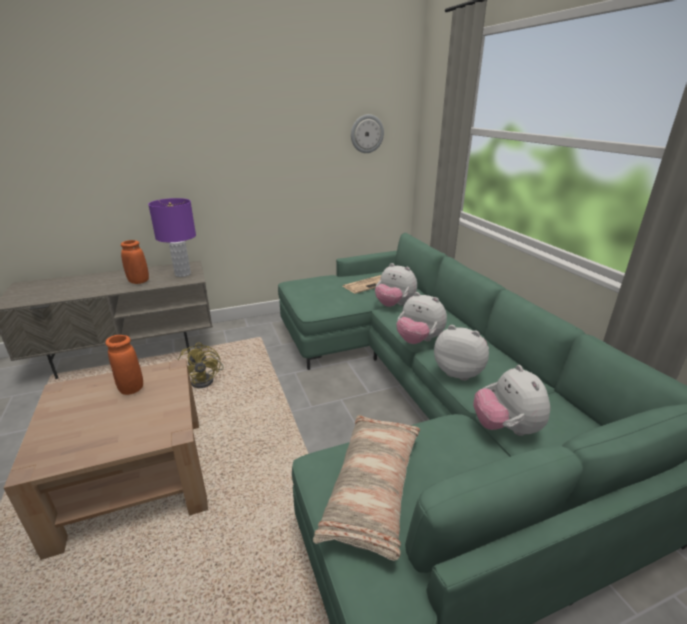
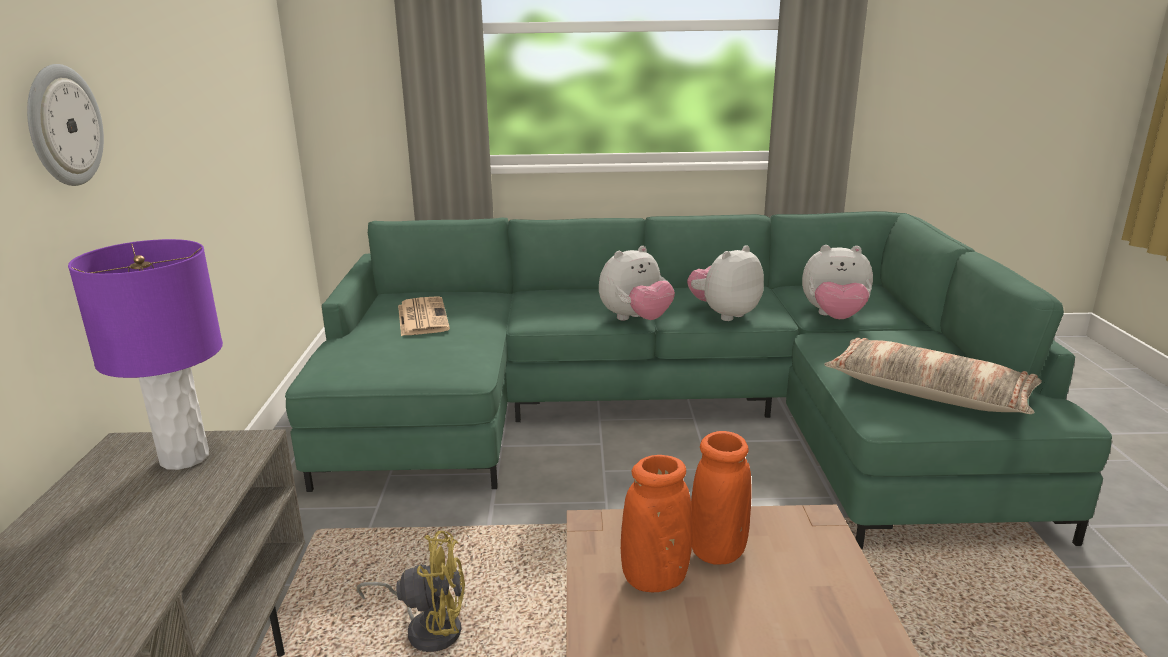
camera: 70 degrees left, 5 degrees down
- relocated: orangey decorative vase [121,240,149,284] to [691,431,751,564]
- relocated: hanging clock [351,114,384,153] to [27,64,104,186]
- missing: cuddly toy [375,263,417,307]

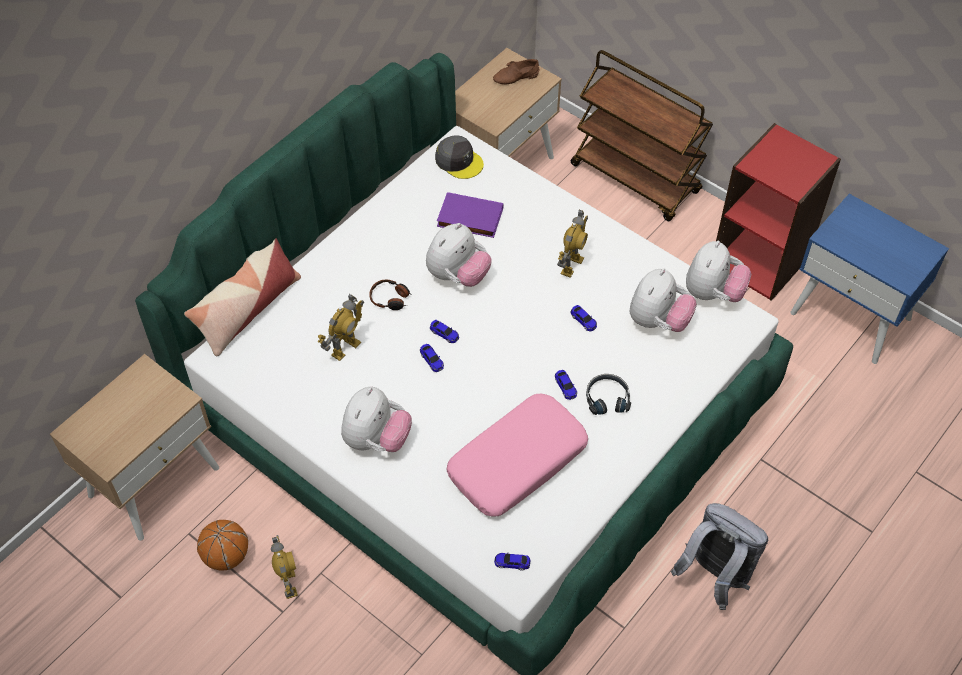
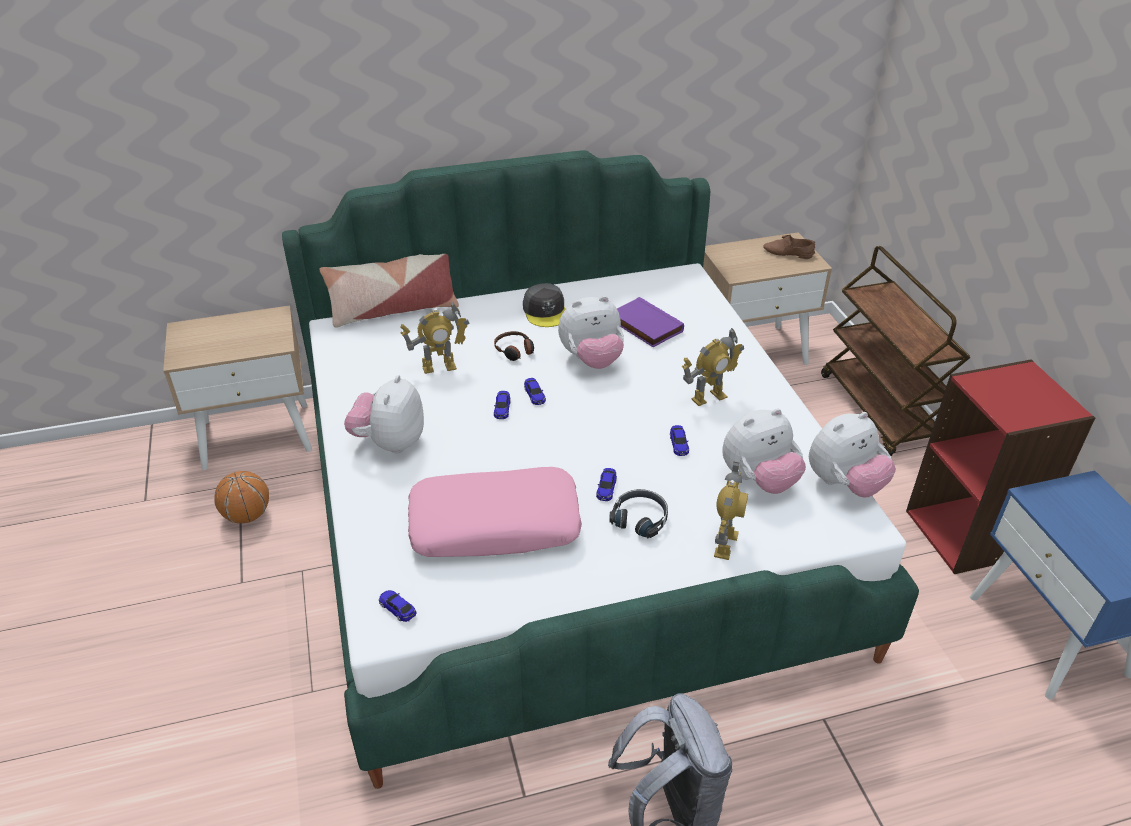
camera: 35 degrees right, 15 degrees down
- relocated: model robot [271,535,298,599] to [714,462,748,560]
- spun: cuddly toy [341,387,412,452] = [344,375,424,453] 135 degrees clockwise
- relocated: grey cap [435,135,484,179] to [523,283,566,327]

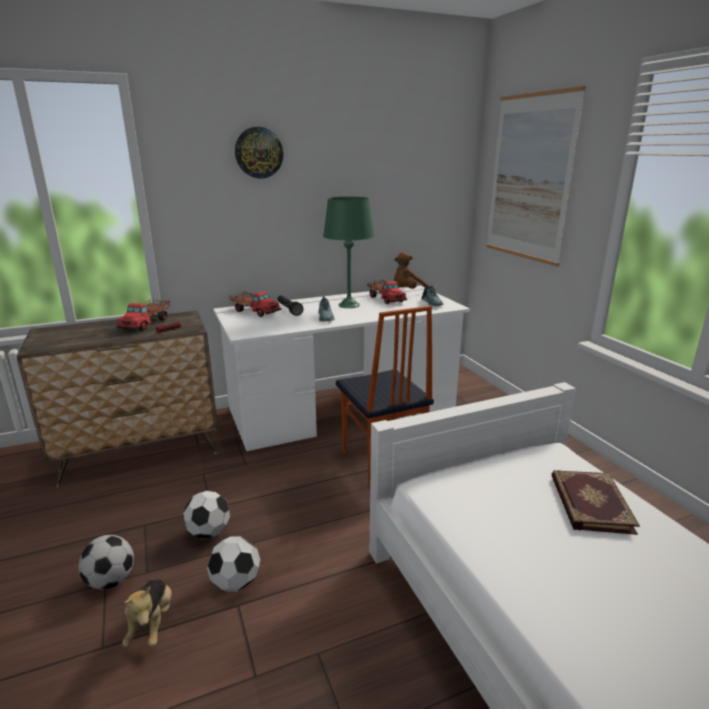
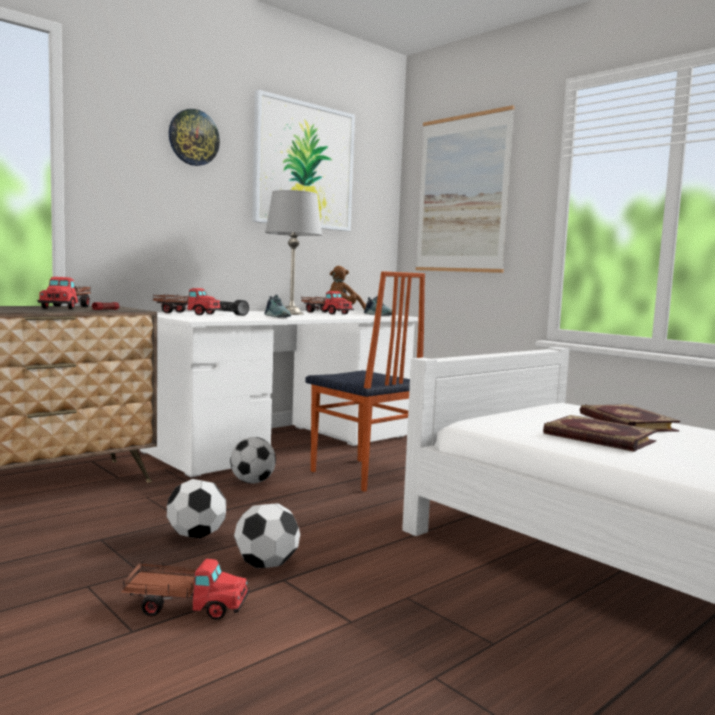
camera: 20 degrees left, 15 degrees down
- relocated: ball for football [79,535,134,589] to [230,437,276,484]
- exchanged: cuddly toy [122,579,172,647] to model truck [122,559,250,620]
- colour: green-coloured lamp for a table [323,197,374,308] to grey lamp for a table [265,190,322,315]
- appeared: picture [252,90,355,231]
- appeared: book [543,415,657,452]

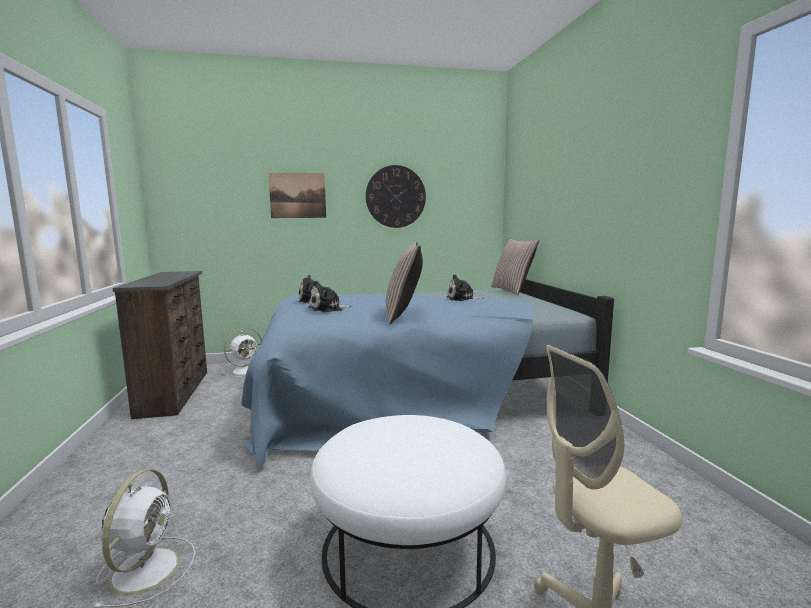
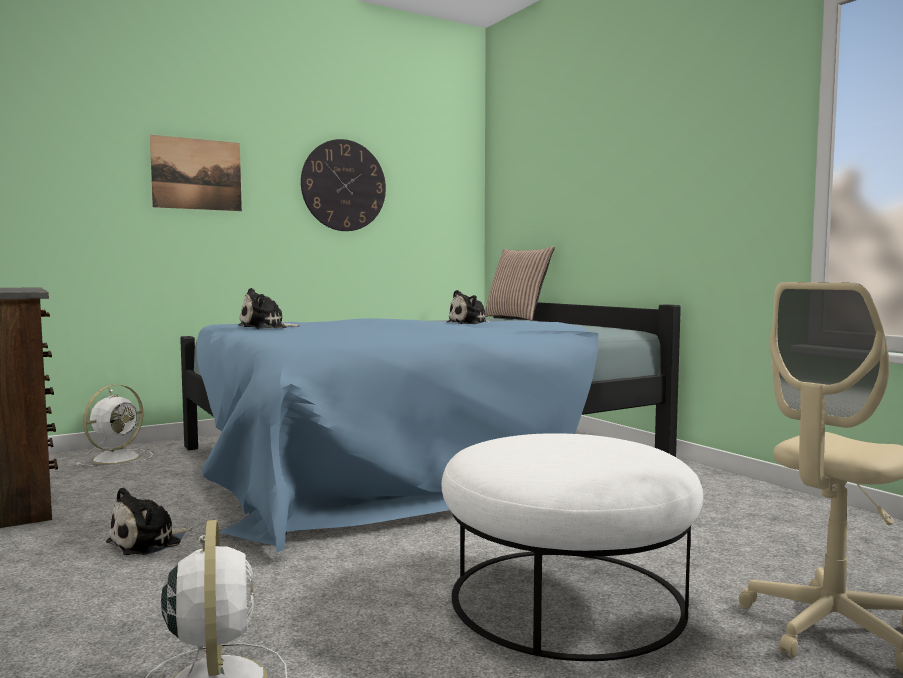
camera: 20 degrees left, 5 degrees down
- relocated: cuddly toy [308,281,351,312] to [106,487,193,555]
- missing: cushion [386,242,423,324]

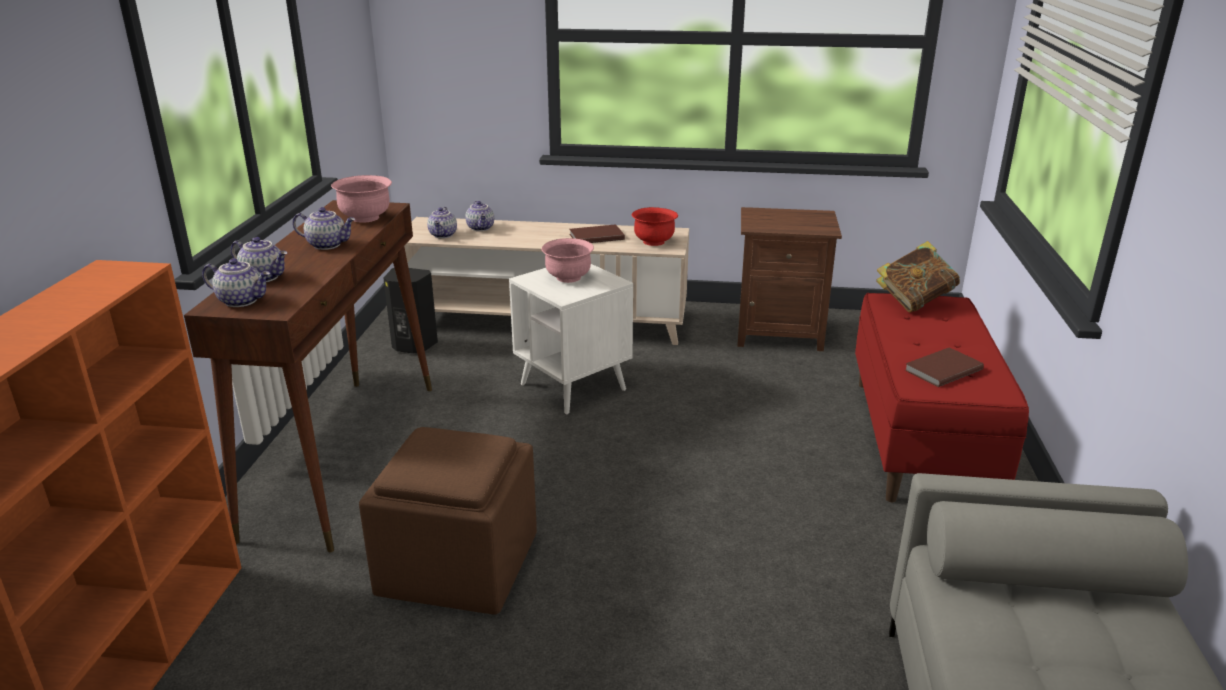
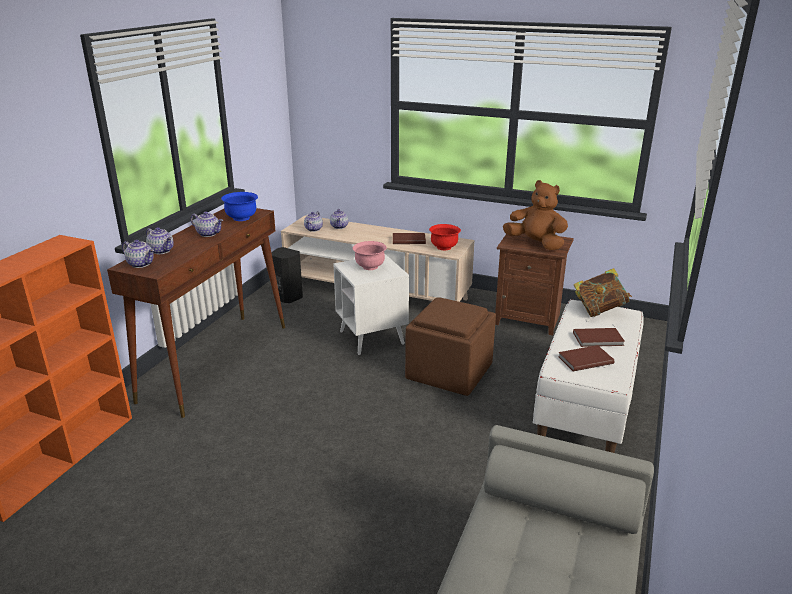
camera: 15 degrees right, 0 degrees up
- colour: pink bowl [331,175,392,223] to blue bowl [221,192,258,221]
- relocated: brownish footrest [359,427,537,615] to [405,297,496,396]
- colour: red-coloured indoor bench [855,293,1029,502] to white indoor bench [533,299,644,453]
- appeared: brownish cuddly toy [503,180,568,250]
- appeared: brownish book [573,328,625,347]

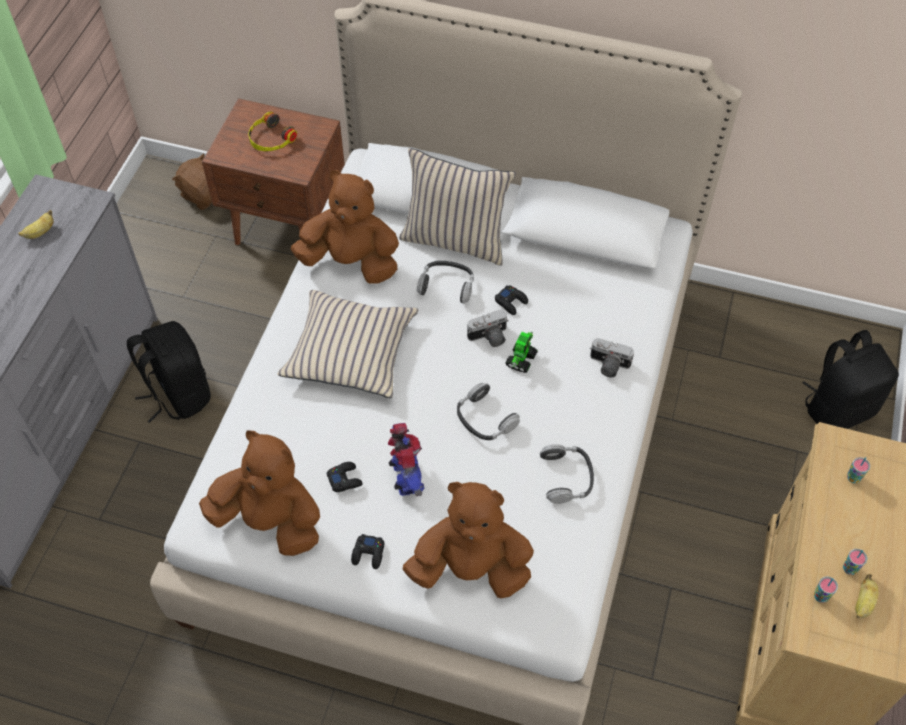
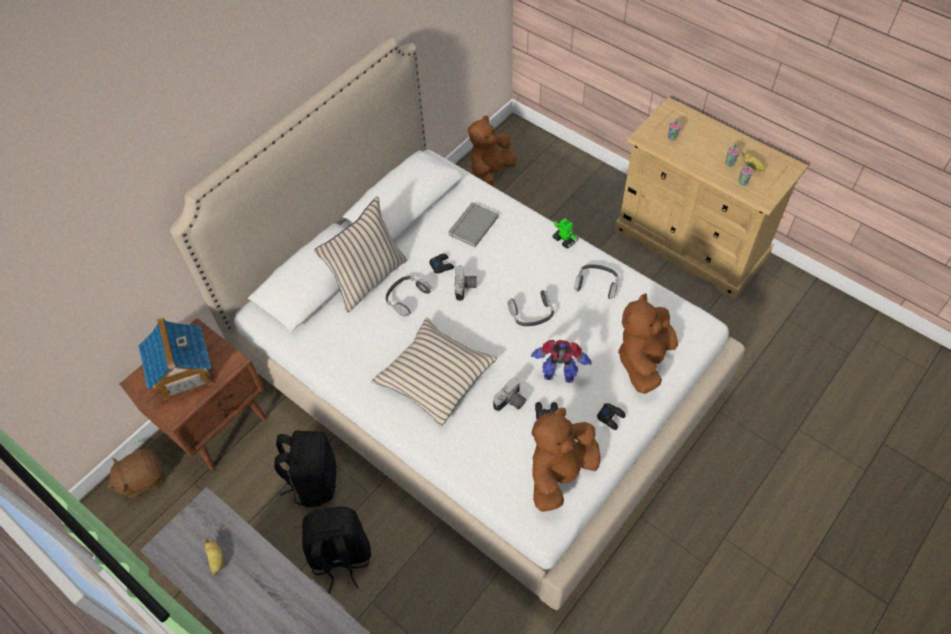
camera: 65 degrees left, 0 degrees up
- exchanged: pair of headphones [248,112,297,151] to model house [138,317,214,400]
- relocated: brownish cuddly toy [291,170,399,284] to [468,115,516,186]
- relocated: model robot [505,332,538,373] to [552,218,579,249]
- relocated: photo camera [590,338,634,377] to [493,377,526,411]
- relocated: blackish backpack [803,330,899,429] to [274,431,337,507]
- appeared: grey book [448,203,499,247]

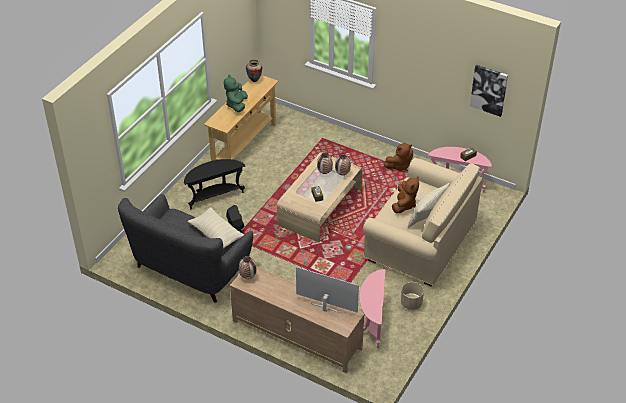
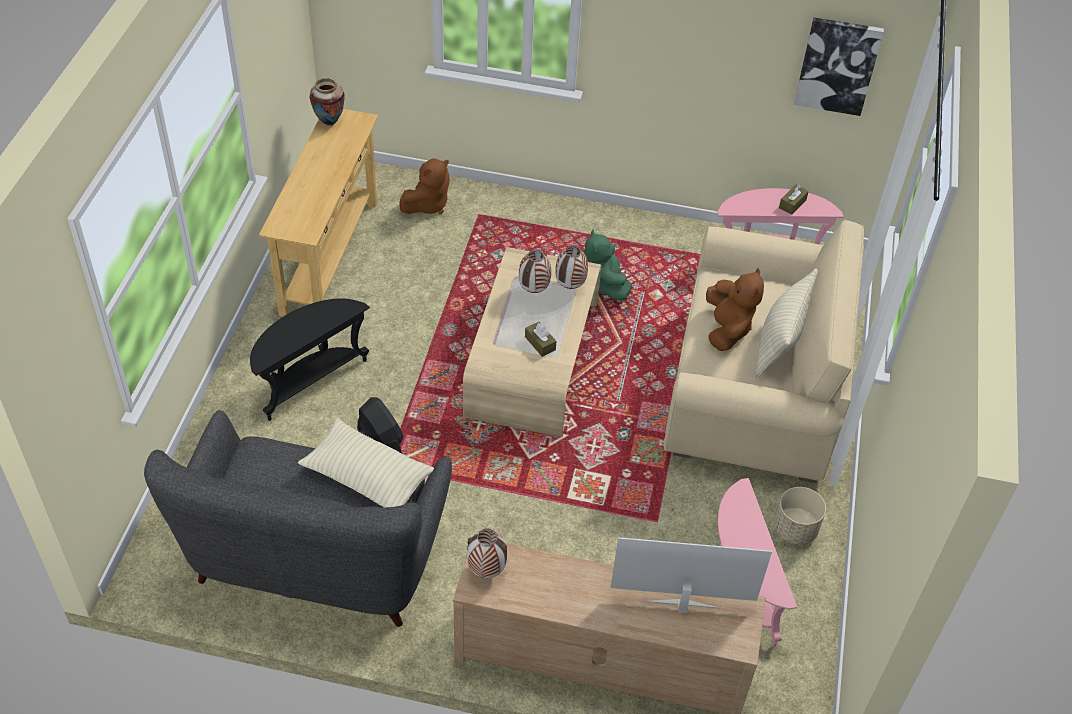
camera: 20 degrees left, 5 degrees up
- relocated: green-coloured cuddly toy [224,74,248,112] to [584,230,632,301]
- relocated: brownish cuddly toy [384,143,413,172] to [399,158,450,214]

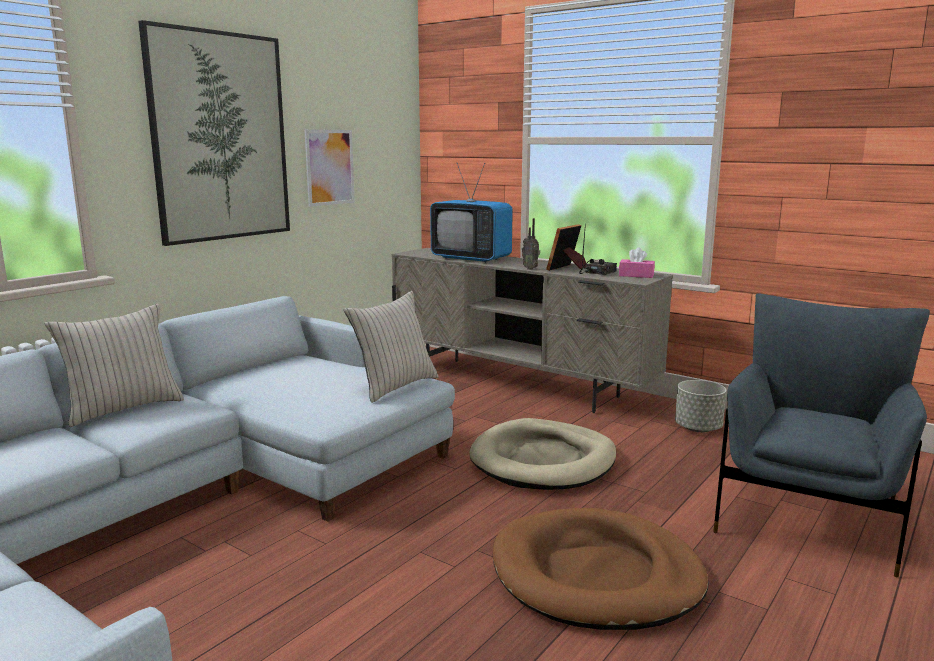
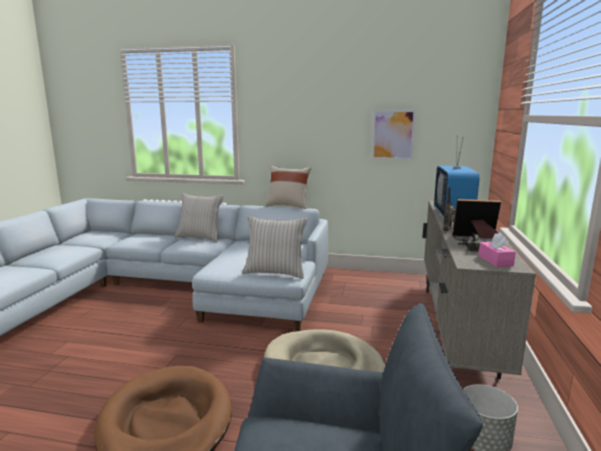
camera: 65 degrees right, 0 degrees up
- missing: picture [138,20,290,246]
- appeared: beige cushion [266,166,311,209]

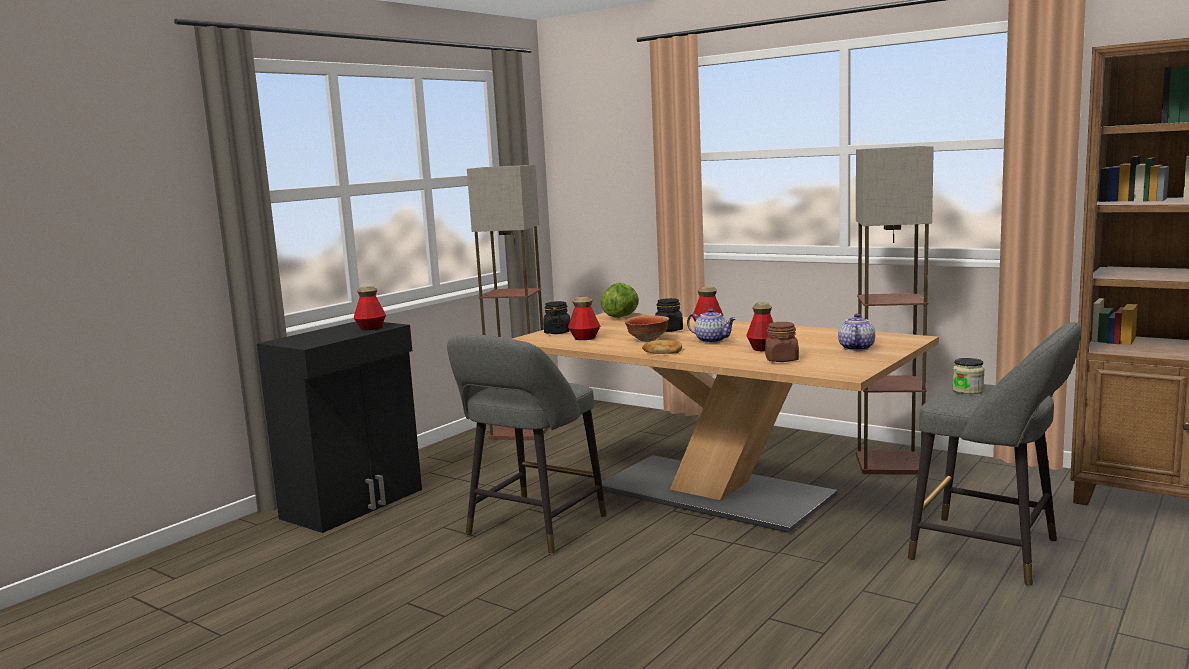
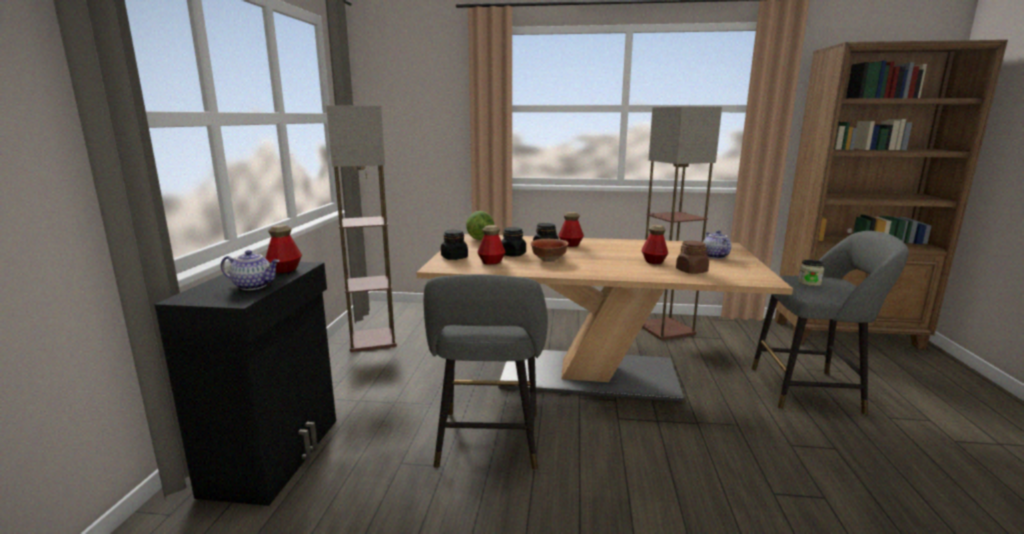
camera: 30 degrees left, 5 degrees up
- missing: bakery bread [642,340,682,354]
- relocated: tea pot [687,309,736,343] to [221,250,280,290]
- appeared: blackish preserve jar [501,227,526,256]

